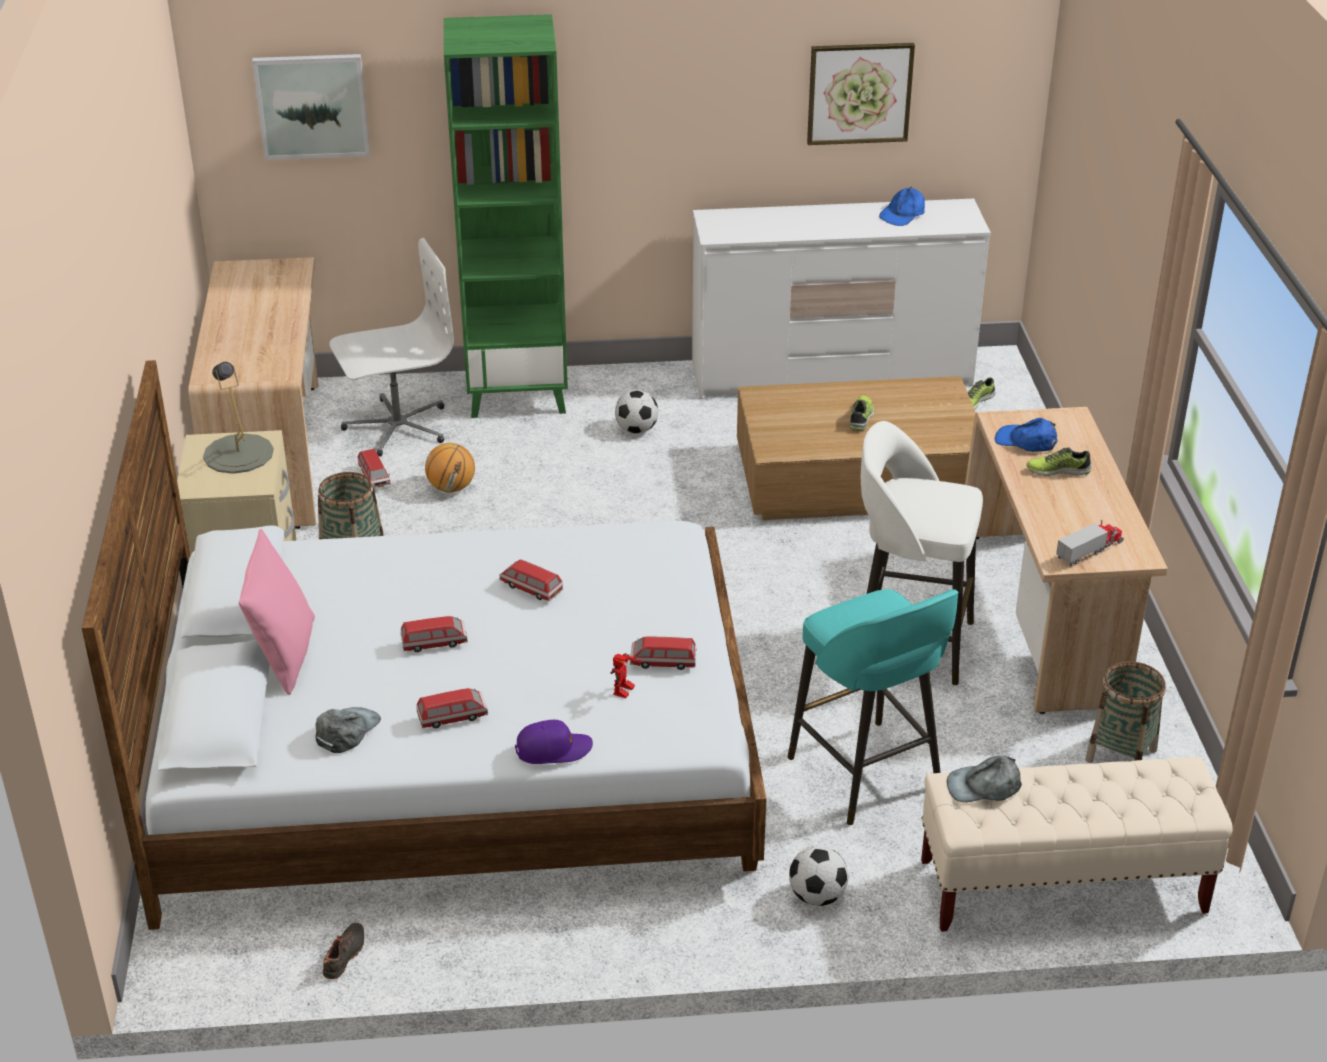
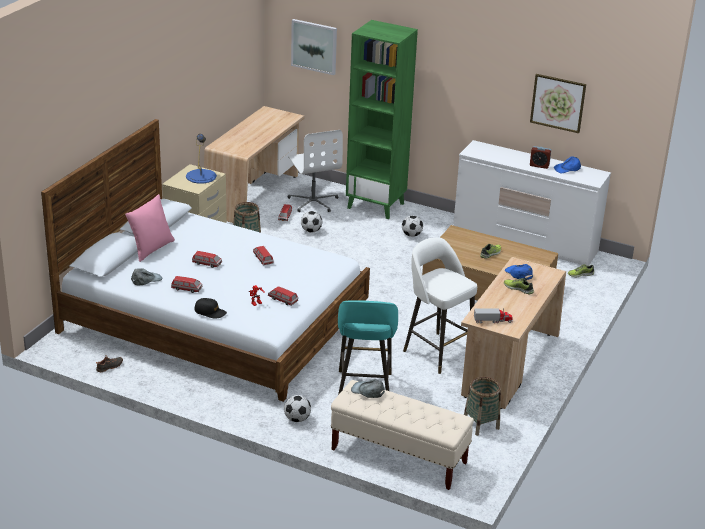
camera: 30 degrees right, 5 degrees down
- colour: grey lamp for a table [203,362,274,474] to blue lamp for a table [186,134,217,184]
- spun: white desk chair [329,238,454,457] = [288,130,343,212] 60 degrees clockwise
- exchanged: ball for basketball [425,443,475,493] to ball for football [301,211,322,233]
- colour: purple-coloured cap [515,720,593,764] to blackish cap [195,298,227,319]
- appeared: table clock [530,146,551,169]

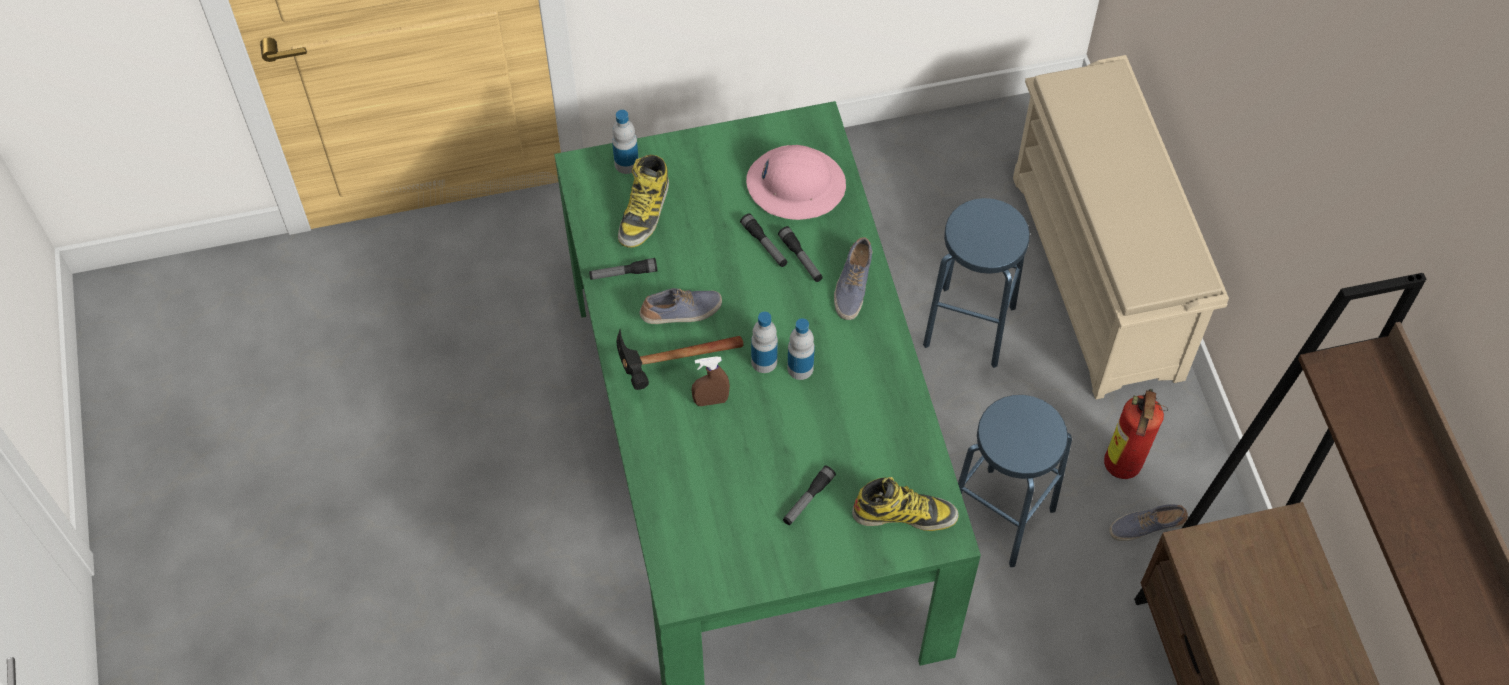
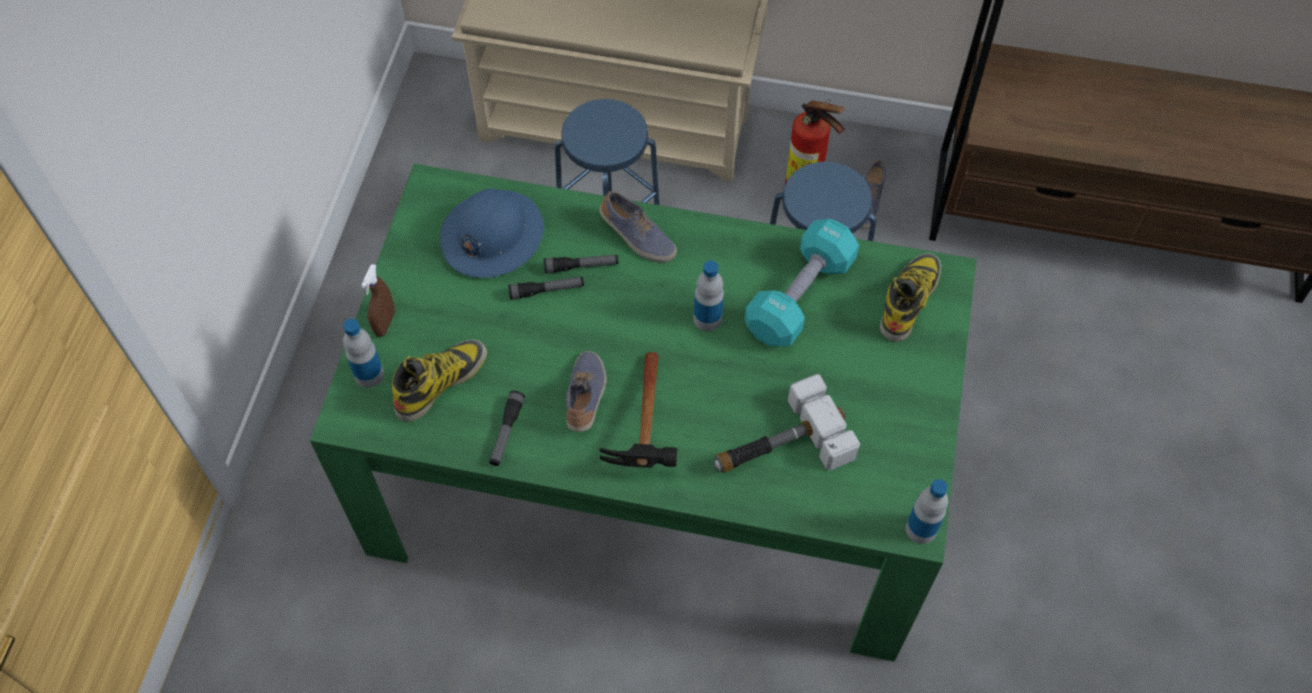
camera: 65 degrees left, 0 degrees up
- spun: tall boot [618,155,669,248] = [391,340,487,422] 90 degrees counterclockwise
- relocated: brownish sprayer [691,357,730,406] to [361,264,395,337]
- colour: pink work helmet [746,145,846,220] to blue work helmet [440,188,544,278]
- relocated: beverage bottle [751,312,778,373] to [906,479,948,544]
- missing: hand torch [783,465,836,525]
- appeared: tool hammer [714,374,860,473]
- appeared: blue-green dumbbell [745,219,859,346]

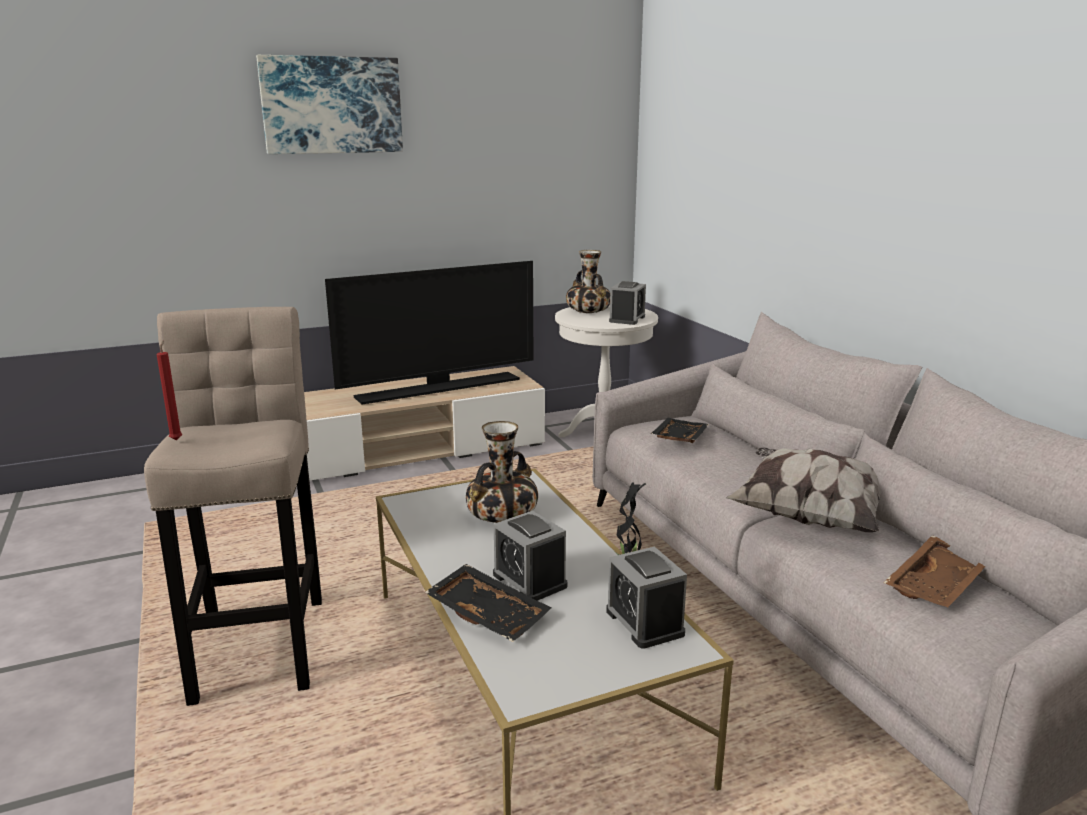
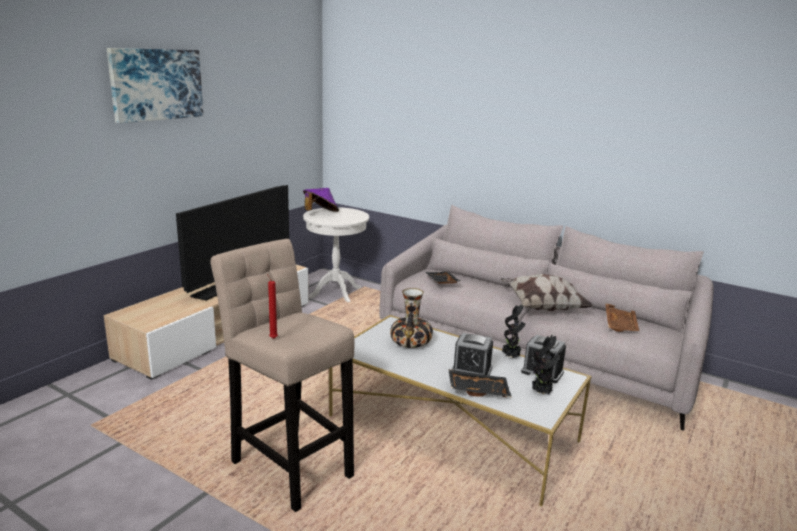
camera: 35 degrees left, 0 degrees up
- exchanged: decorative vase [566,250,610,313] to purple-coloured hat [303,188,339,212]
- missing: table clock [609,281,646,325]
- appeared: plant in a pot [532,335,561,394]

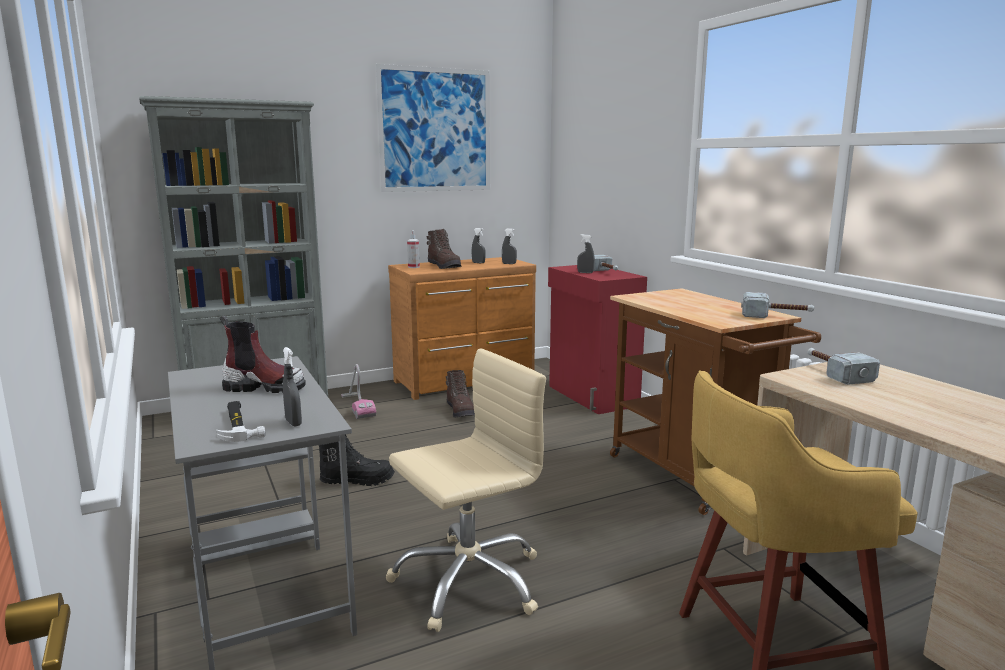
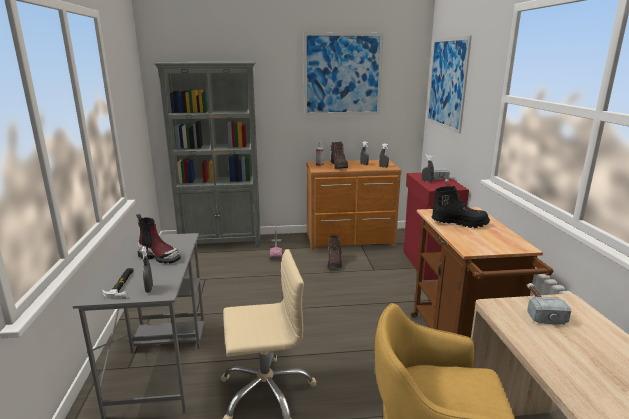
camera: 20 degrees right, 5 degrees up
- relocated: blackish tall boot [318,434,395,486] to [432,186,490,228]
- missing: tool hammer [741,292,814,318]
- appeared: picture [427,35,472,134]

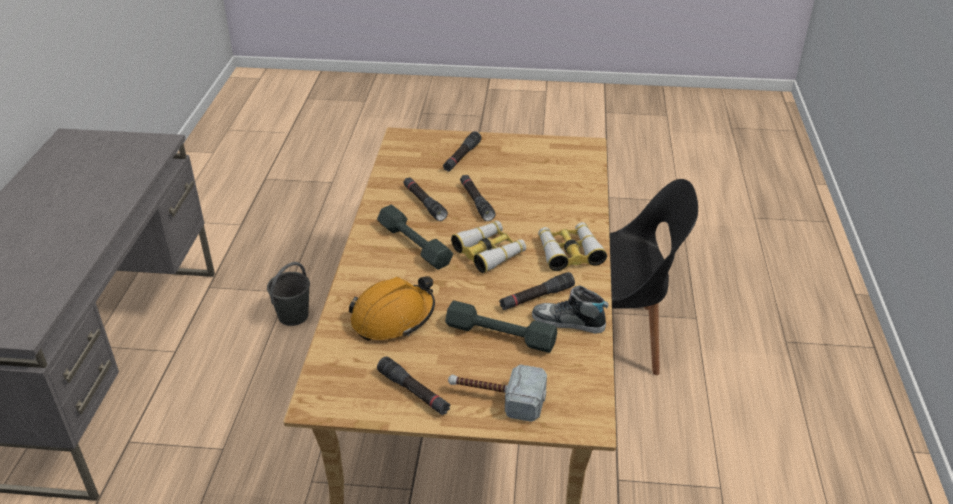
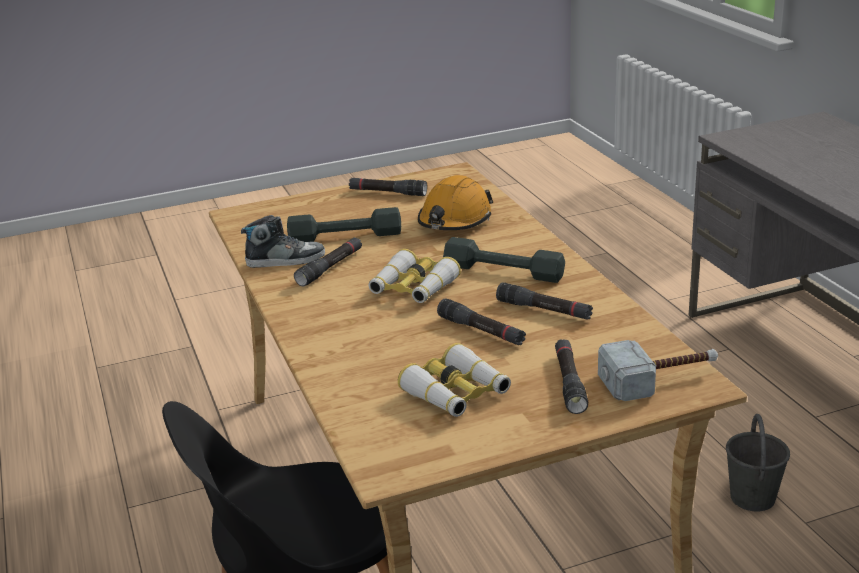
camera: 155 degrees right, 10 degrees down
- relocated: tool hammer [448,364,547,422] to [598,340,718,401]
- relocated: binoculars [538,222,607,271] to [398,343,511,417]

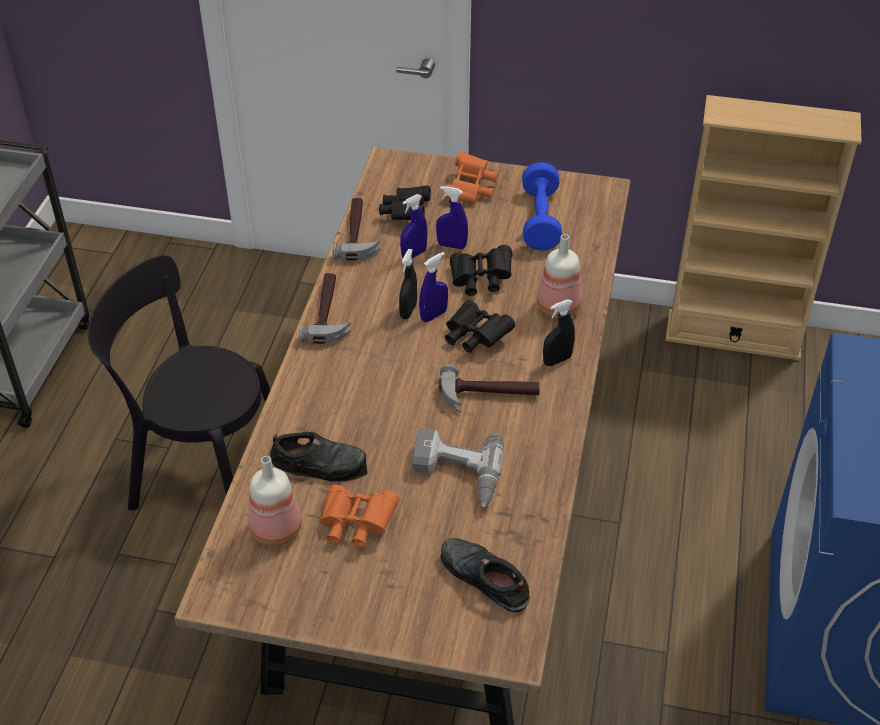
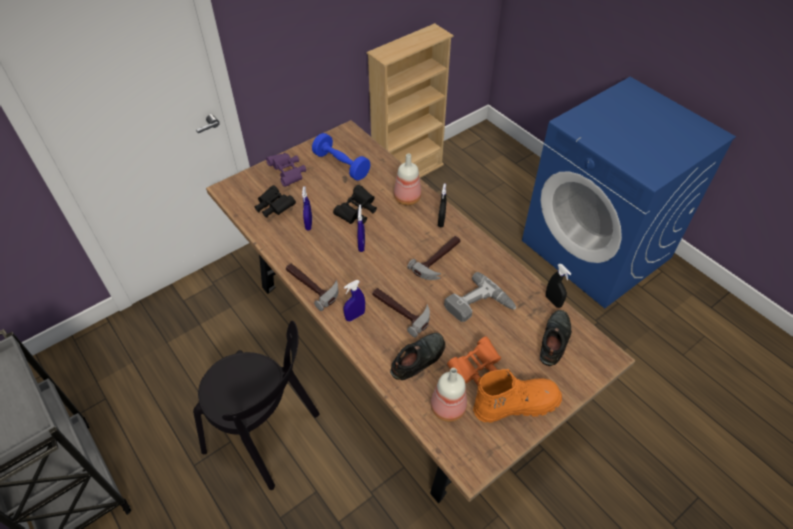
camera: 50 degrees left, 5 degrees up
- spun: blackish upright chair [88,255,270,510] = [193,321,320,490] 120 degrees counterclockwise
- relocated: tool hammer [333,198,380,261] to [372,288,430,337]
- relocated: blackish sprayer [399,249,417,319] to [546,264,571,308]
- relocated: blue sprayer [436,186,468,249] to [343,280,365,321]
- spun: blackish item of footwear [441,538,530,612] = [540,310,572,366] 120 degrees clockwise
- colour: orangey binoculars [445,151,498,204] to purple-coloured binoculars [266,153,306,187]
- missing: blackish binoculars [445,300,515,353]
- appeared: orangey tall boot [473,369,562,423]

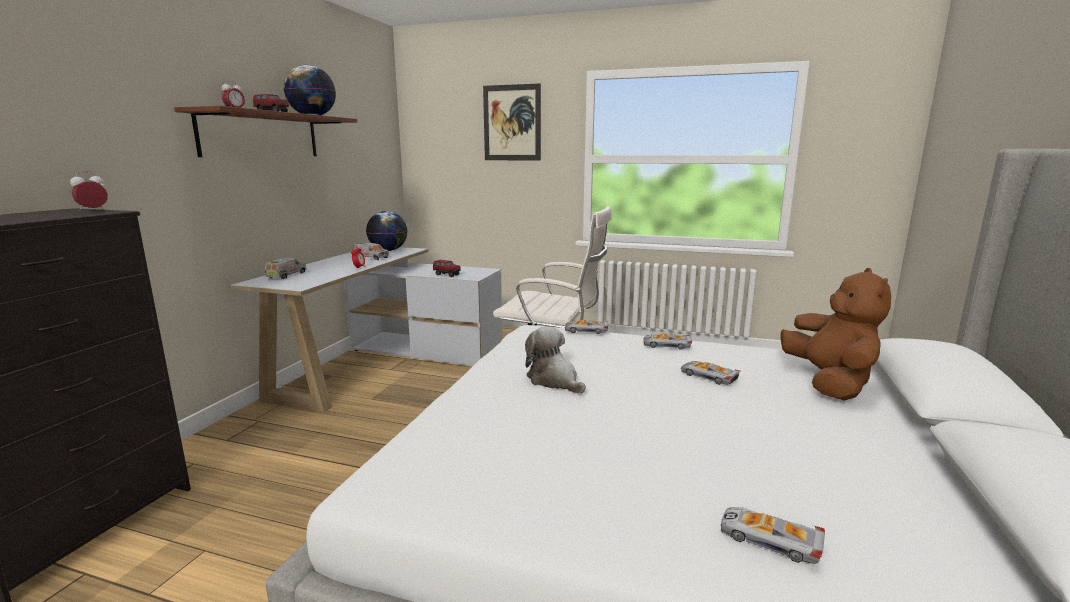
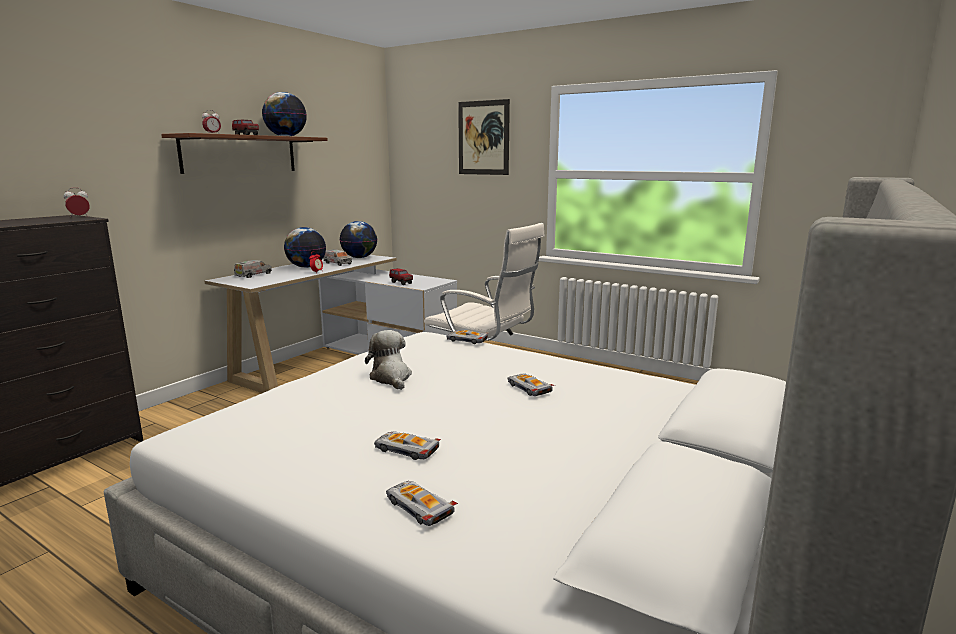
camera: 15 degrees right, 0 degrees up
- relocated: model car [644,334,692,350] to [374,431,441,460]
- missing: brownish cuddly toy [780,268,891,401]
- appeared: world globe [284,227,326,268]

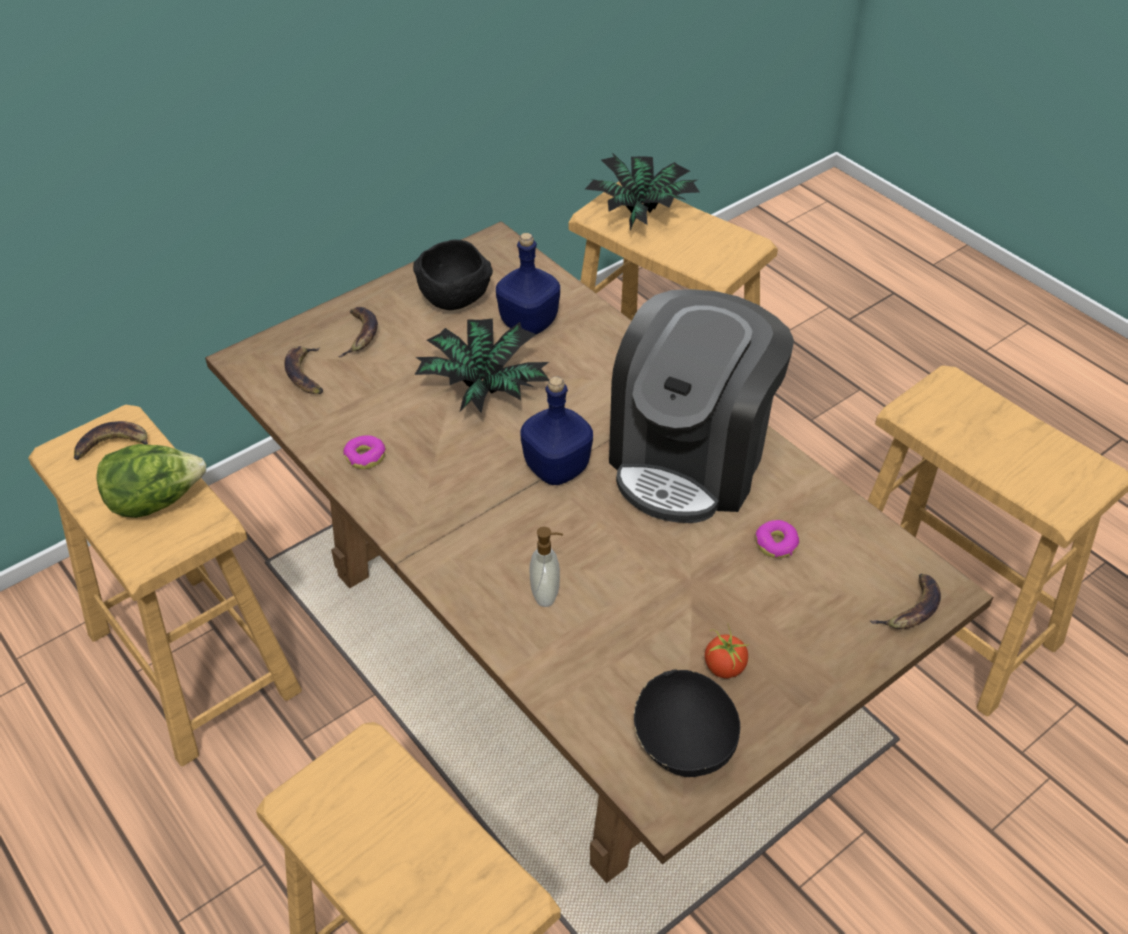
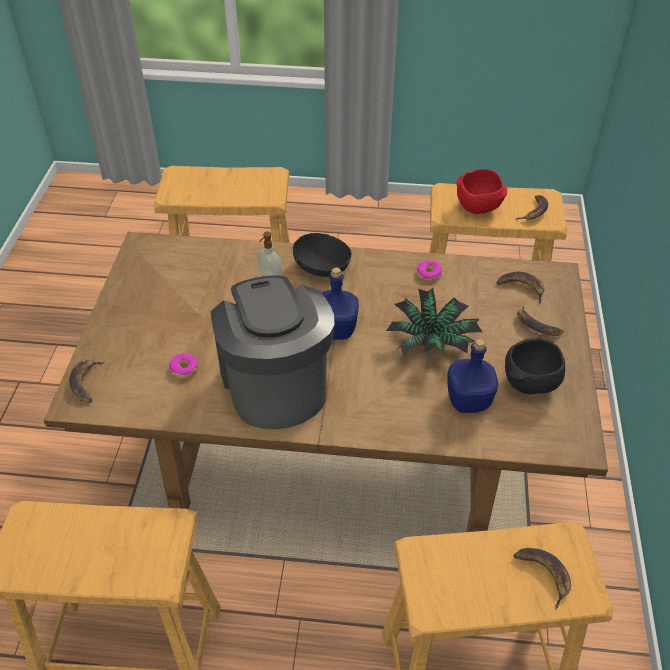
camera: 135 degrees right, 0 degrees up
- exchanged: lettuce [96,444,206,518] to red-coloured bowl [457,169,507,214]
- exchanged: plant in a pot [585,153,700,230] to whole banana [513,548,571,609]
- relocated: blackish bowl [634,669,740,777] to [293,233,352,277]
- missing: whole tomato [705,626,749,679]

